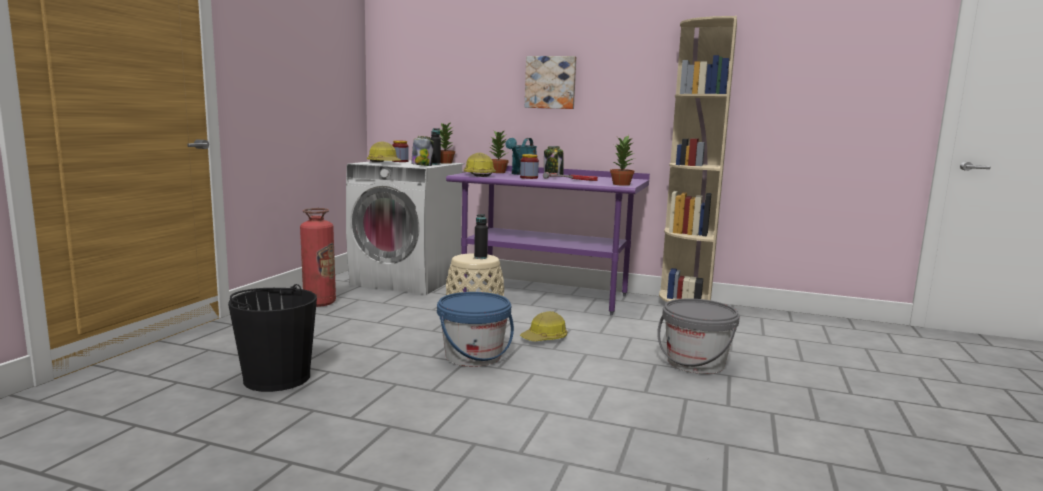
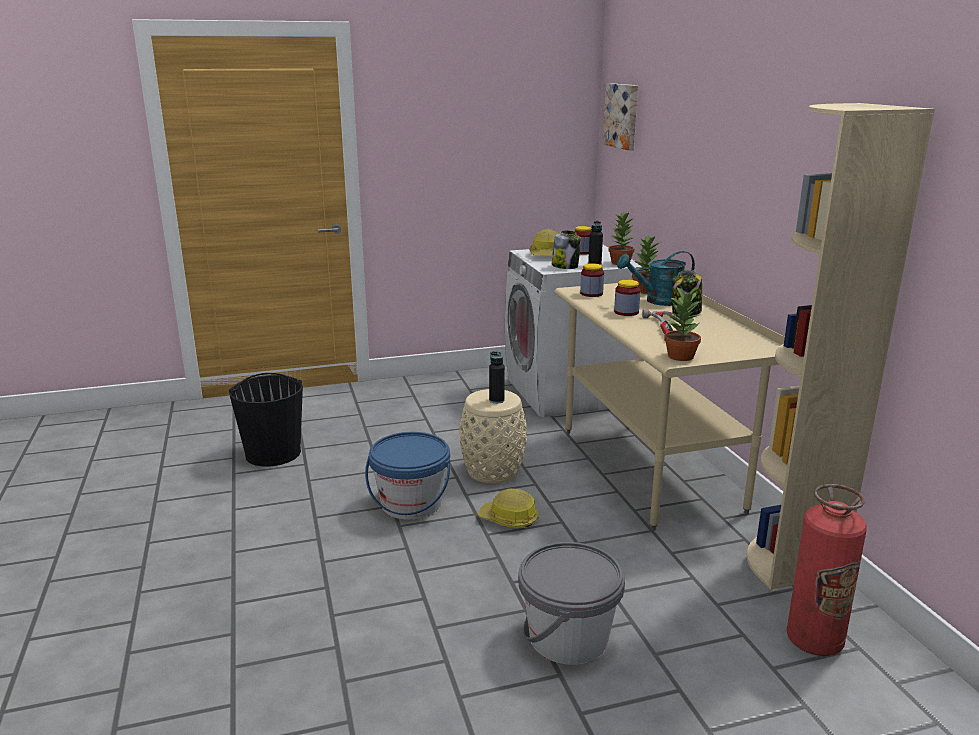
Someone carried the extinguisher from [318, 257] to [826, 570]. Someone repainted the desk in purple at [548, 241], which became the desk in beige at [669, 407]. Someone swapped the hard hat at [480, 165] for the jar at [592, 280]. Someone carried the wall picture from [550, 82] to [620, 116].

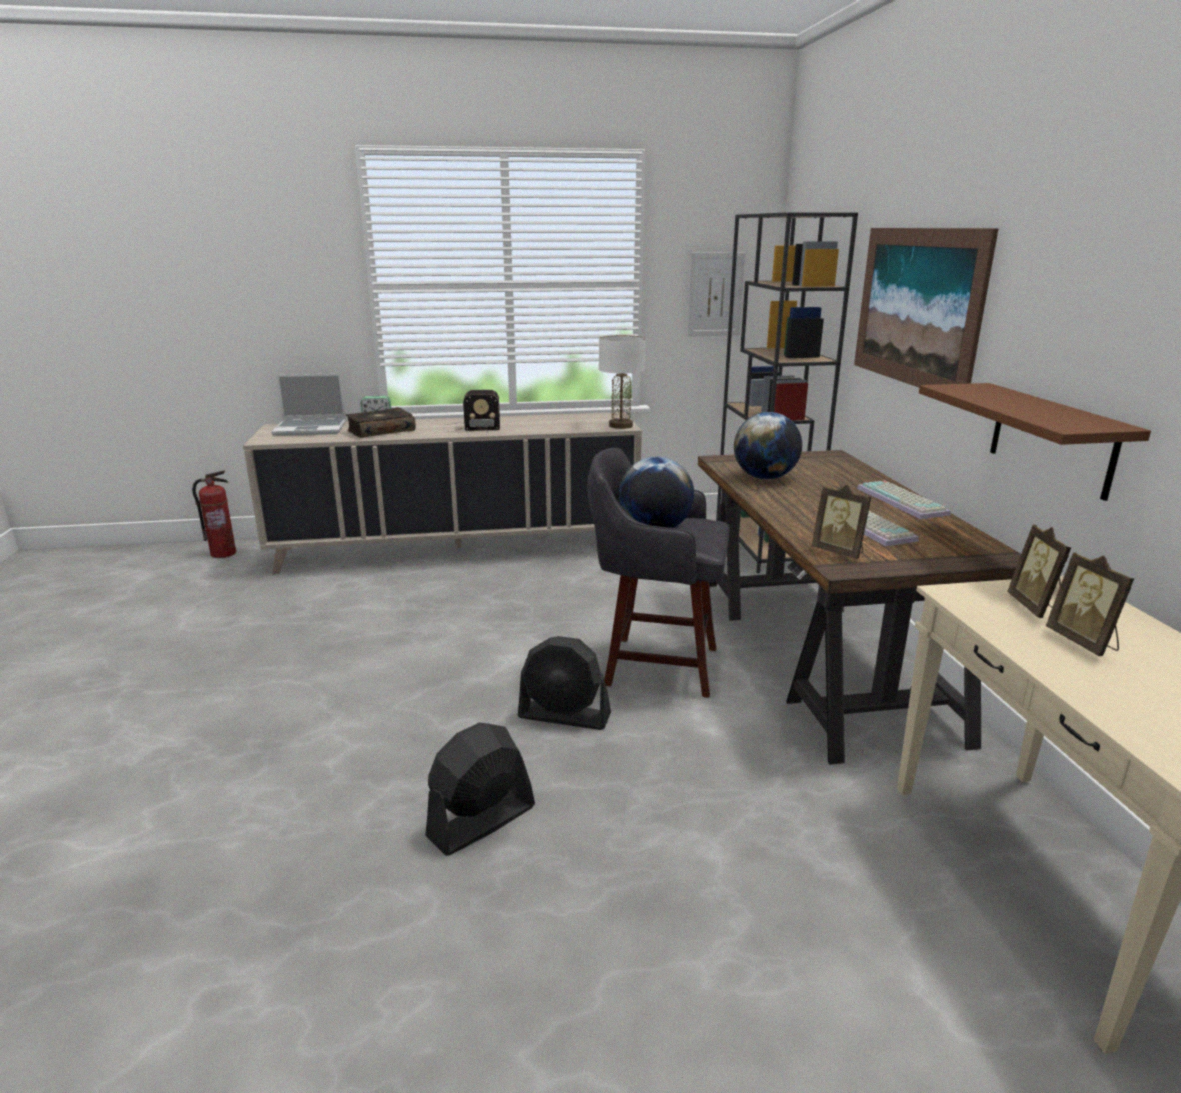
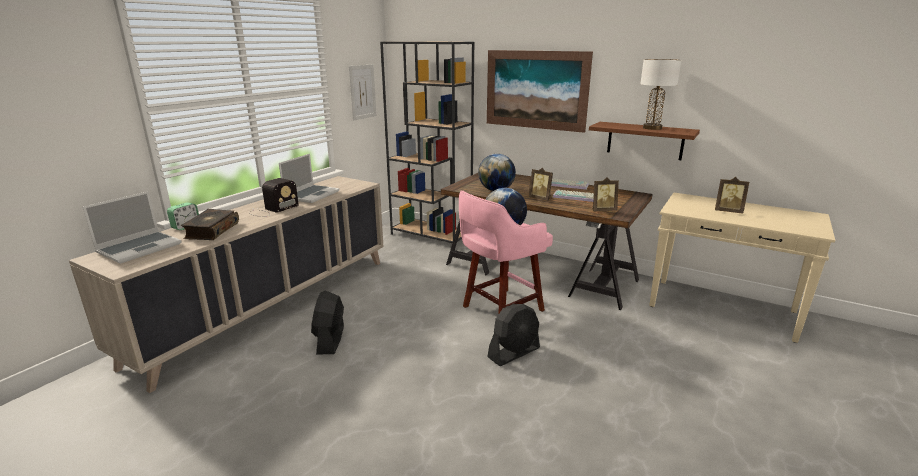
Someone took away the extinguisher at [214, 514]. Someone carried the cooling fan in black from [480, 789] to [327, 322]. Someone repainted the stool in gray at [658, 573], which became the stool in pinkish at [506, 253]. Someone carried the lamp for a table from [622, 382] to [660, 94]. Someone carried the picture frame from [1039, 571] to [540, 184]. Someone put down the notebook computer at [309, 178].

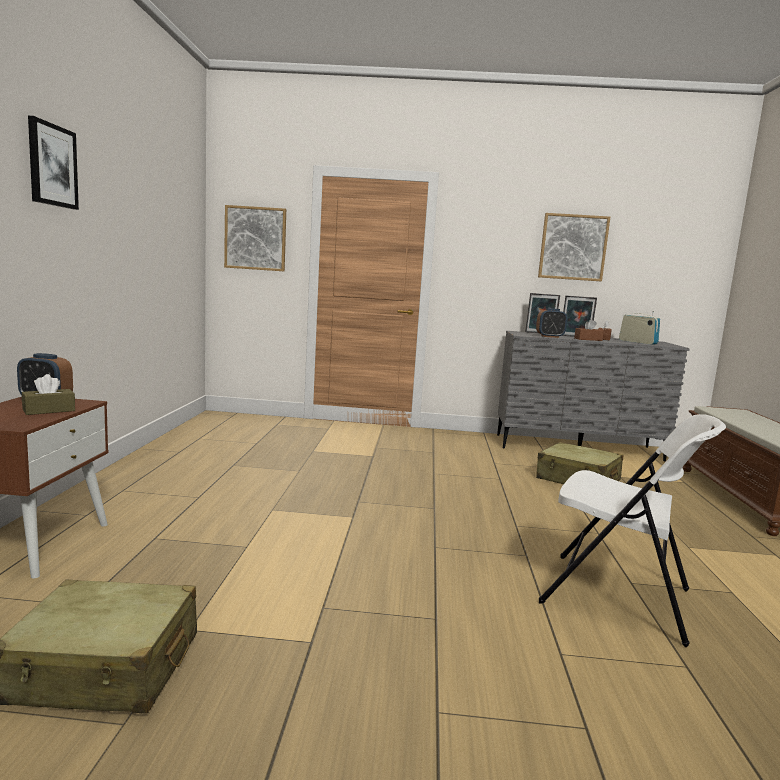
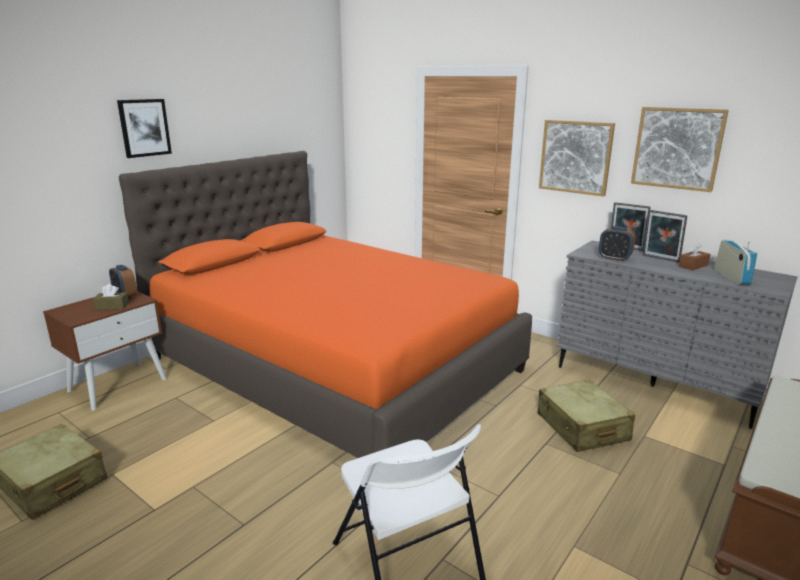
Someone carried the wall picture from [255, 238] to [577, 158]. Someone took away the tissue holder in brownish at [589, 330]. Someone put down the bedroom bed in orange-coloured at [325, 304].

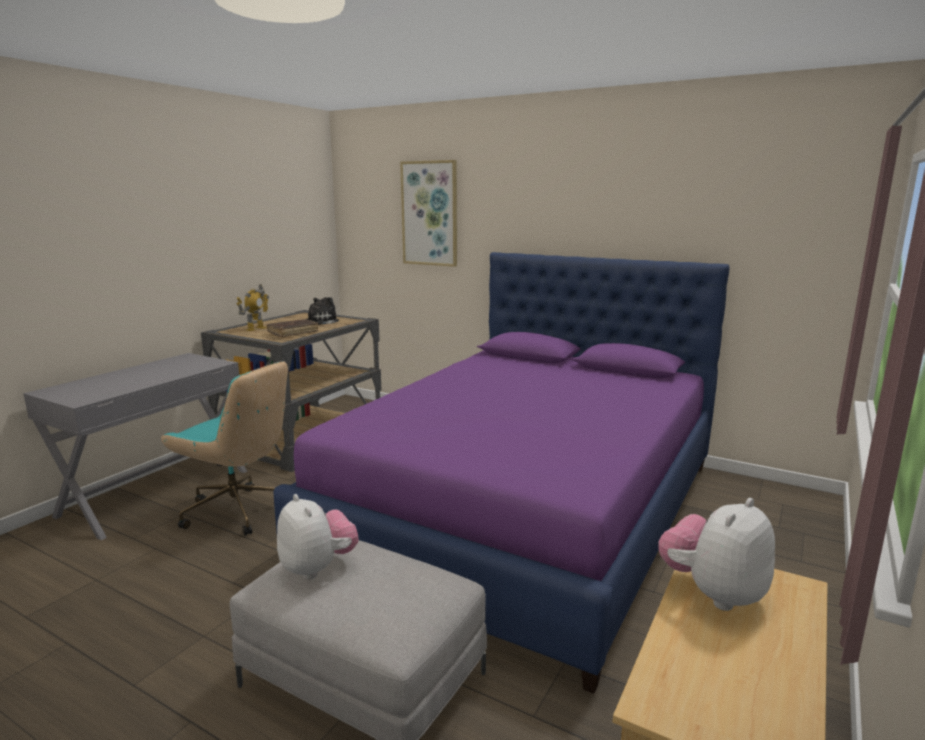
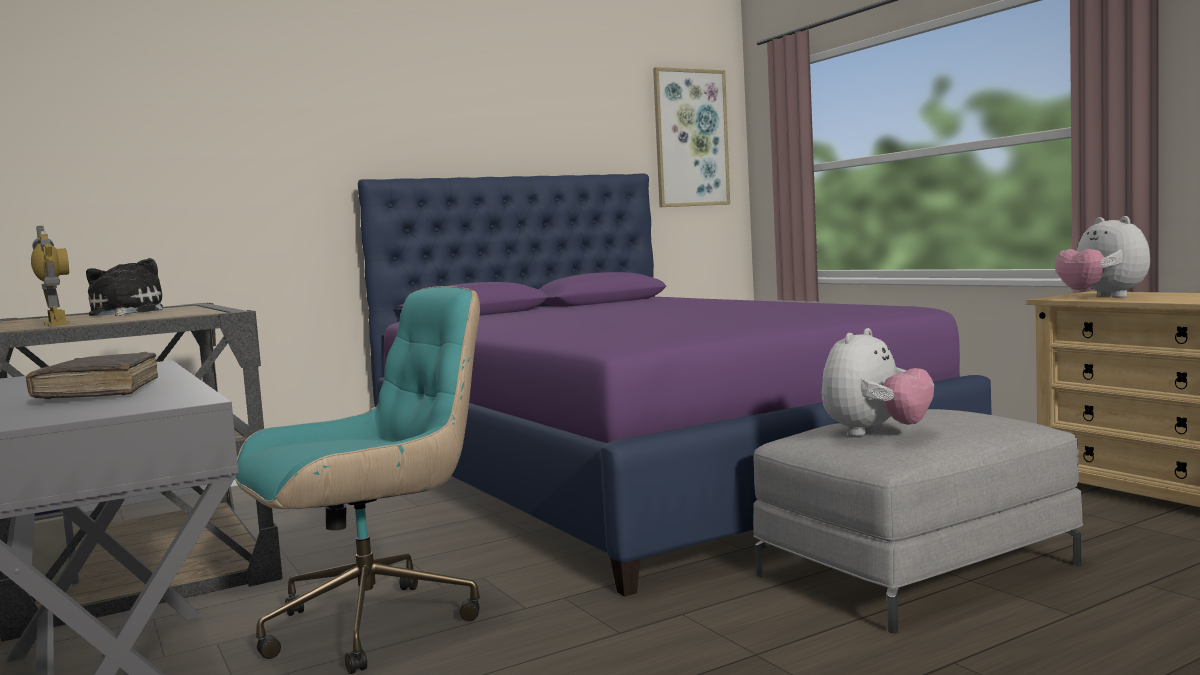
Someone carried the volume in brownish from [292, 328] to [92, 375]. Someone rotated the plush toy at [318, 537] by 135 degrees clockwise. Someone carried the wall picture from [428, 213] to [691, 137].

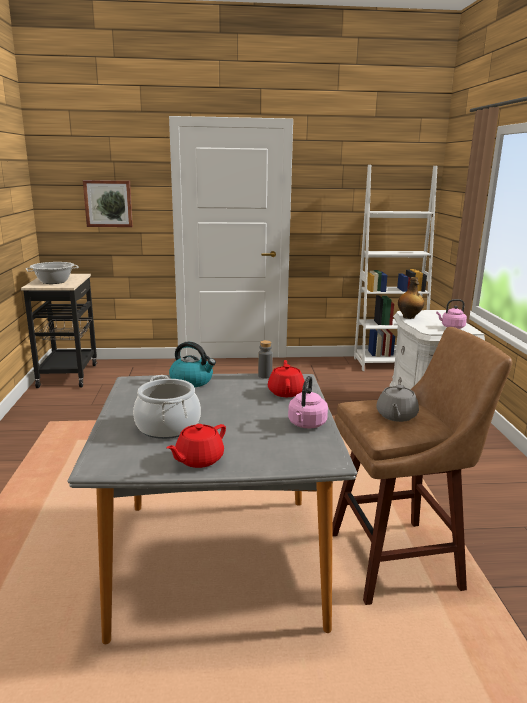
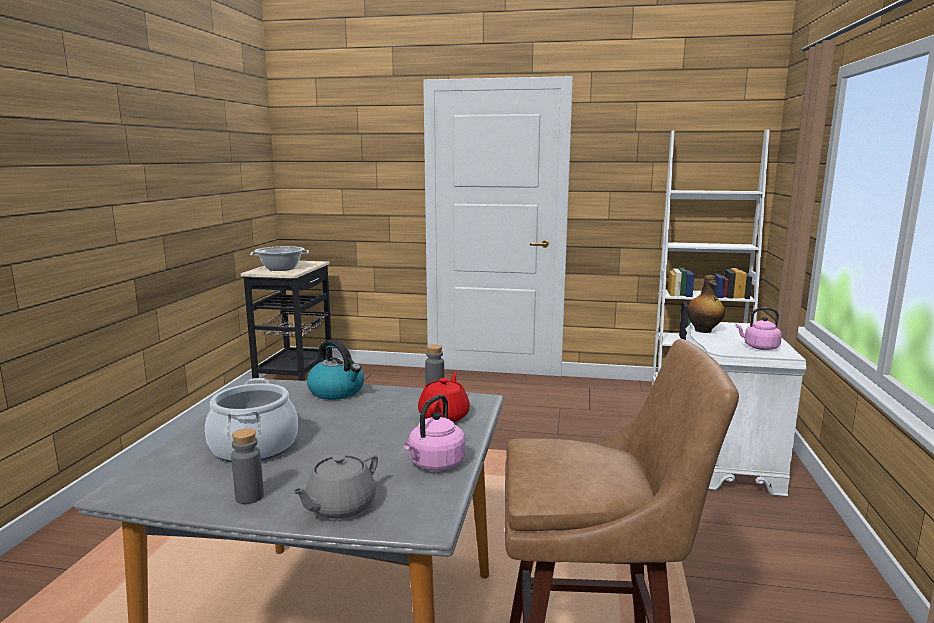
Someone took away the wall picture at [108, 203]. Someone swapped the teapot in reddish at [196, 446] for the beverage bottle in gray at [247, 466]. Someone carried the teapot in gray from [397, 403] to [334, 486].

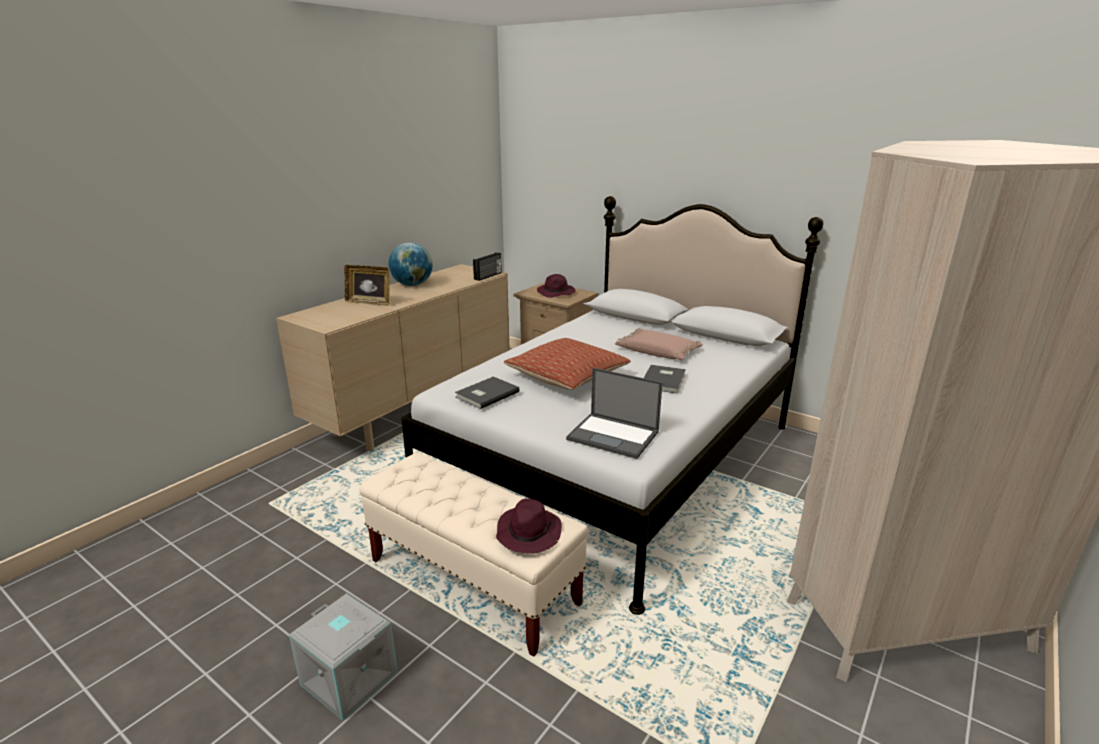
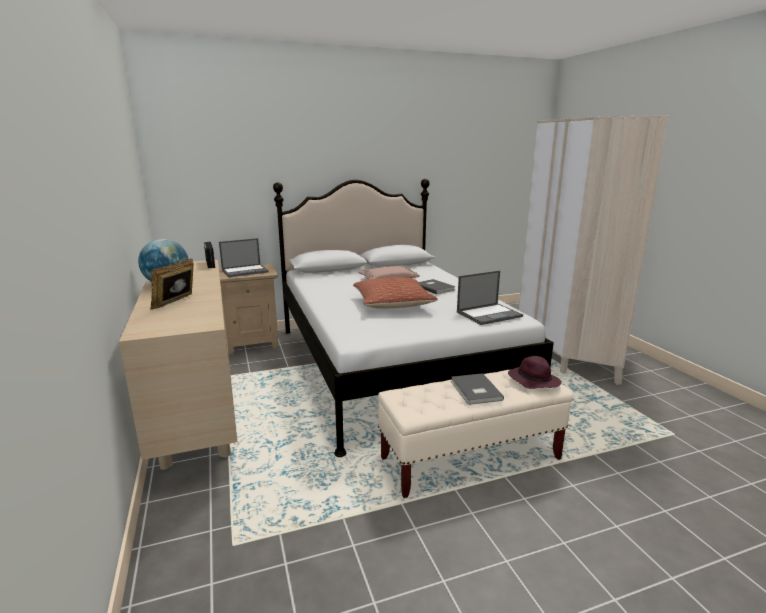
Someone took away the storage box in gray at [343, 657]. Someone rotated the picture frame at [367, 285] by 150 degrees clockwise. Someone carried the volume in gray from [487, 392] to [477, 389]. Someone swapped the clothing hat in purple at [556, 286] for the notebook computer at [244, 257].

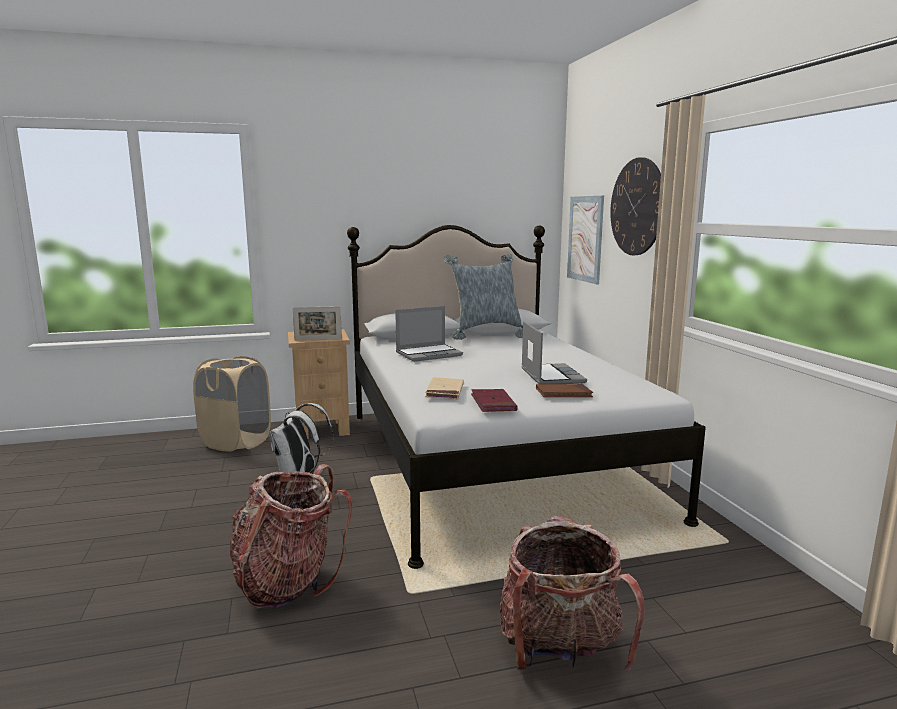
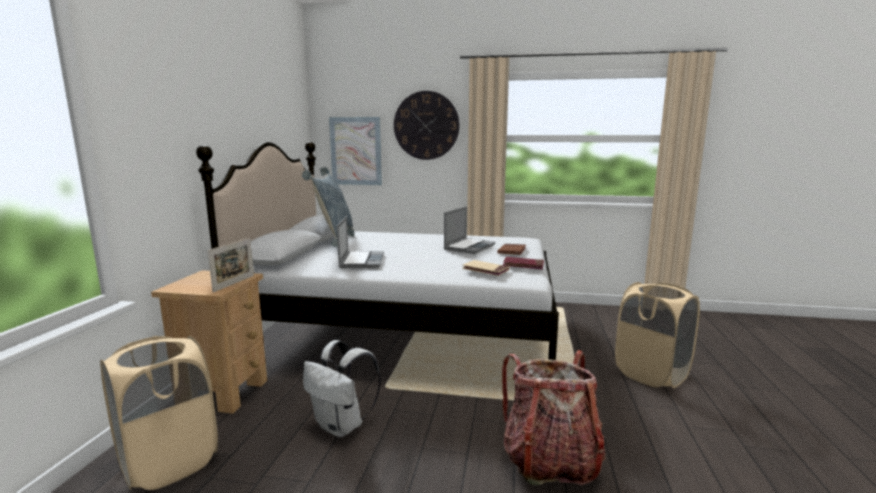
Someone swapped the rucksack at [572, 592] for the washing basket in beige at [657, 335]. Someone rotated the notebook computer at [554, 352] by 105 degrees clockwise.

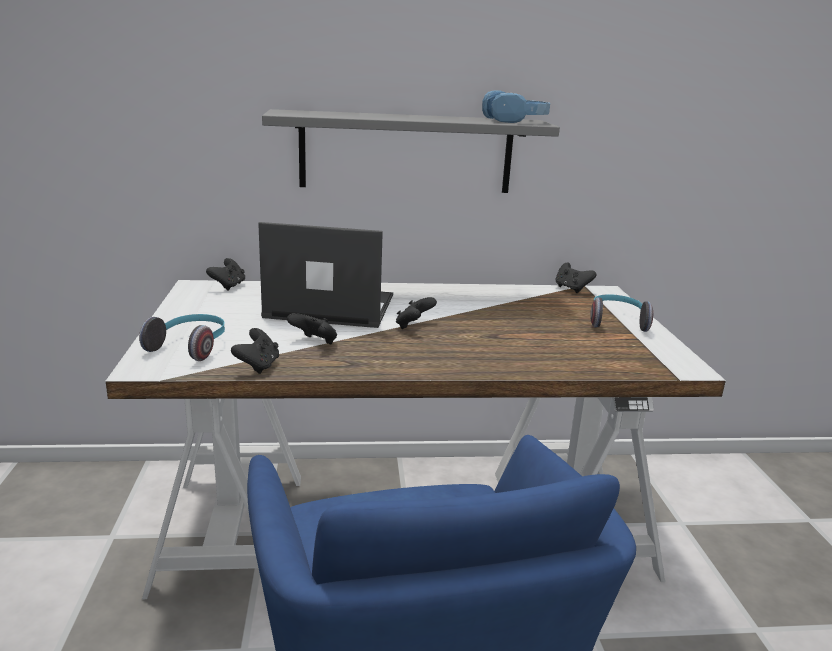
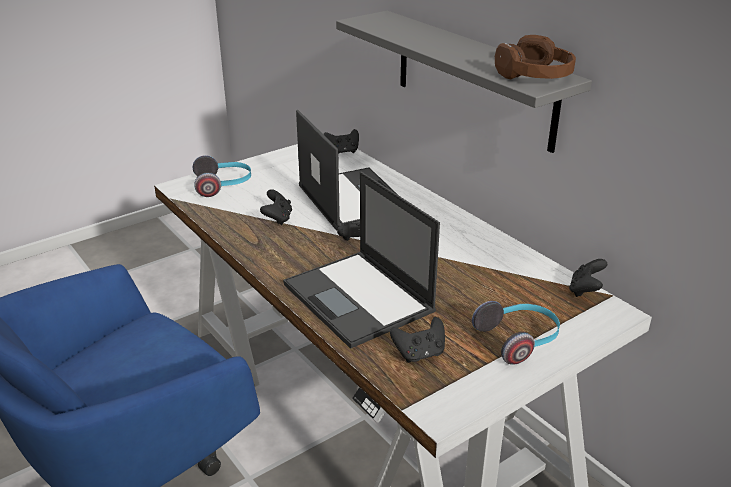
Someone carried the joypad in black from [255, 351] to [417, 340]. Someone repainted the pair of headphones in blue-coloured at [516, 106], which became the pair of headphones in brownish at [535, 57]. Someone put down the notebook computer at [361, 260].

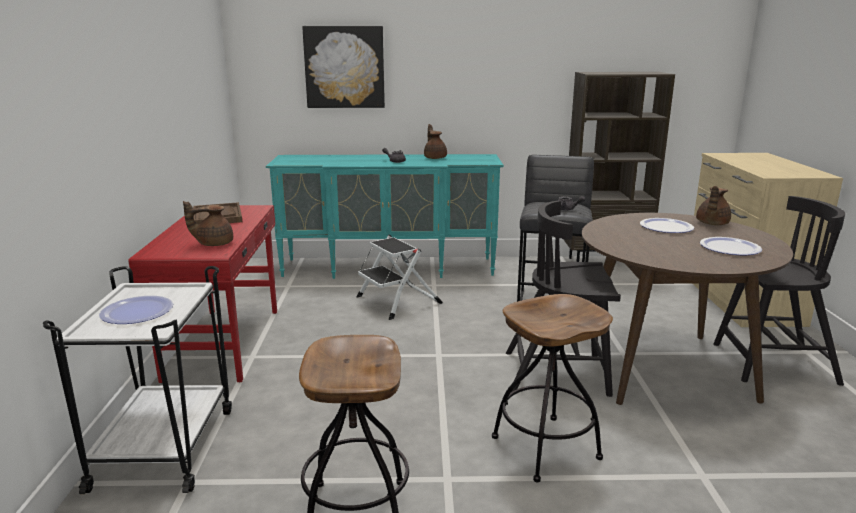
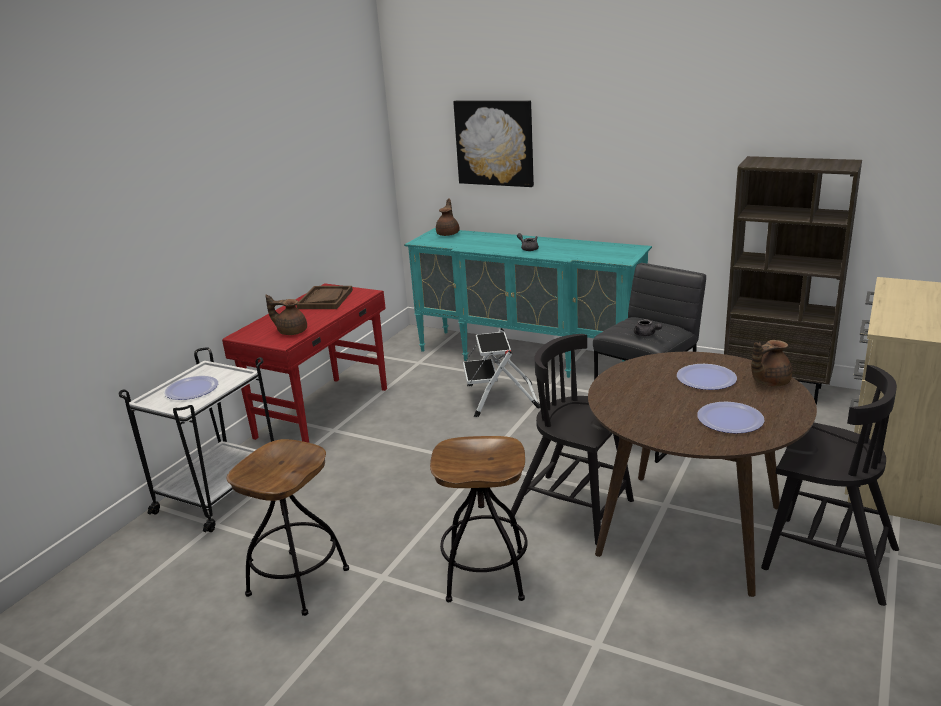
Someone carried the teapot in brownish from [435, 141] to [448, 217].

